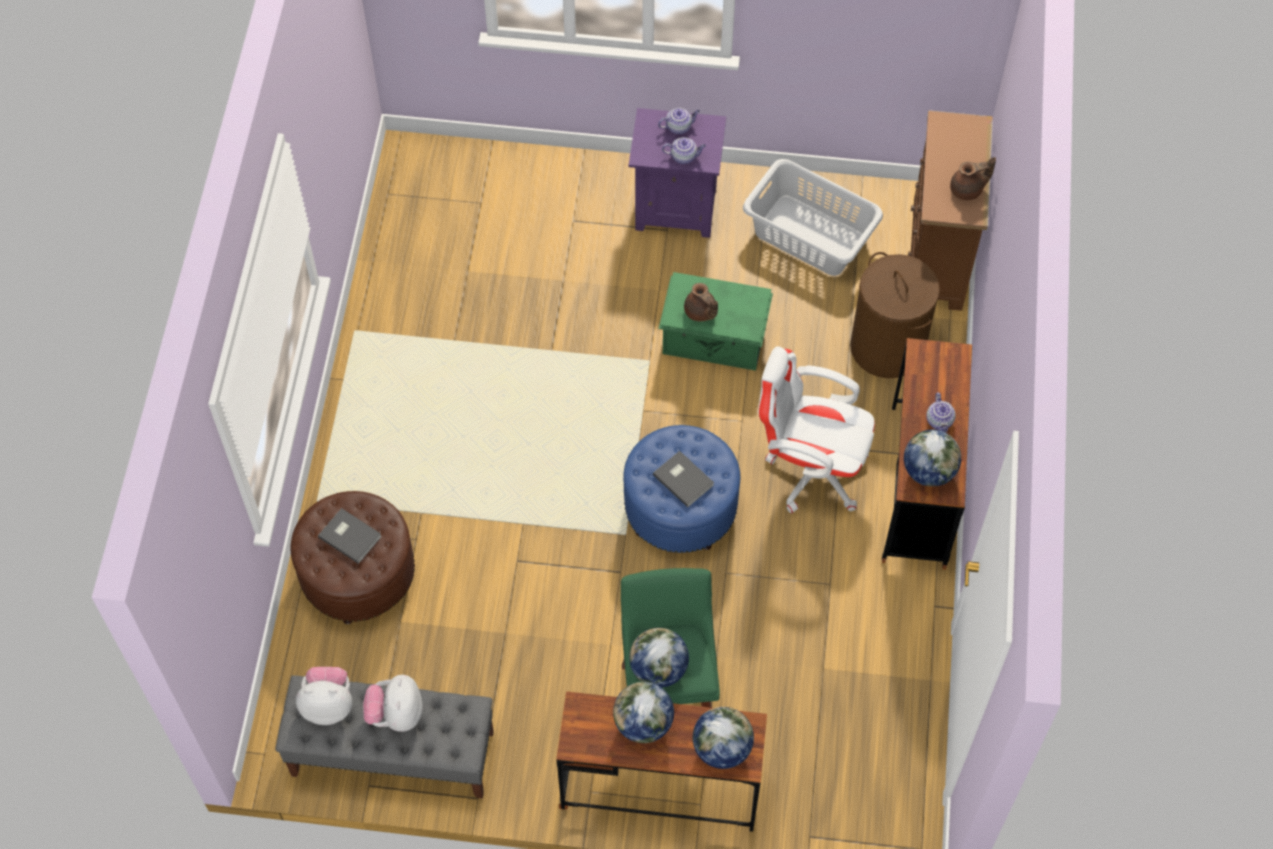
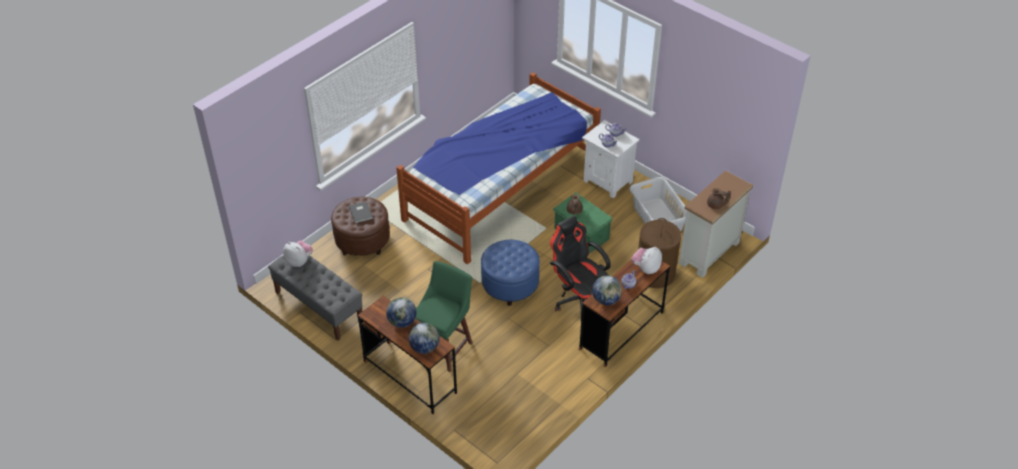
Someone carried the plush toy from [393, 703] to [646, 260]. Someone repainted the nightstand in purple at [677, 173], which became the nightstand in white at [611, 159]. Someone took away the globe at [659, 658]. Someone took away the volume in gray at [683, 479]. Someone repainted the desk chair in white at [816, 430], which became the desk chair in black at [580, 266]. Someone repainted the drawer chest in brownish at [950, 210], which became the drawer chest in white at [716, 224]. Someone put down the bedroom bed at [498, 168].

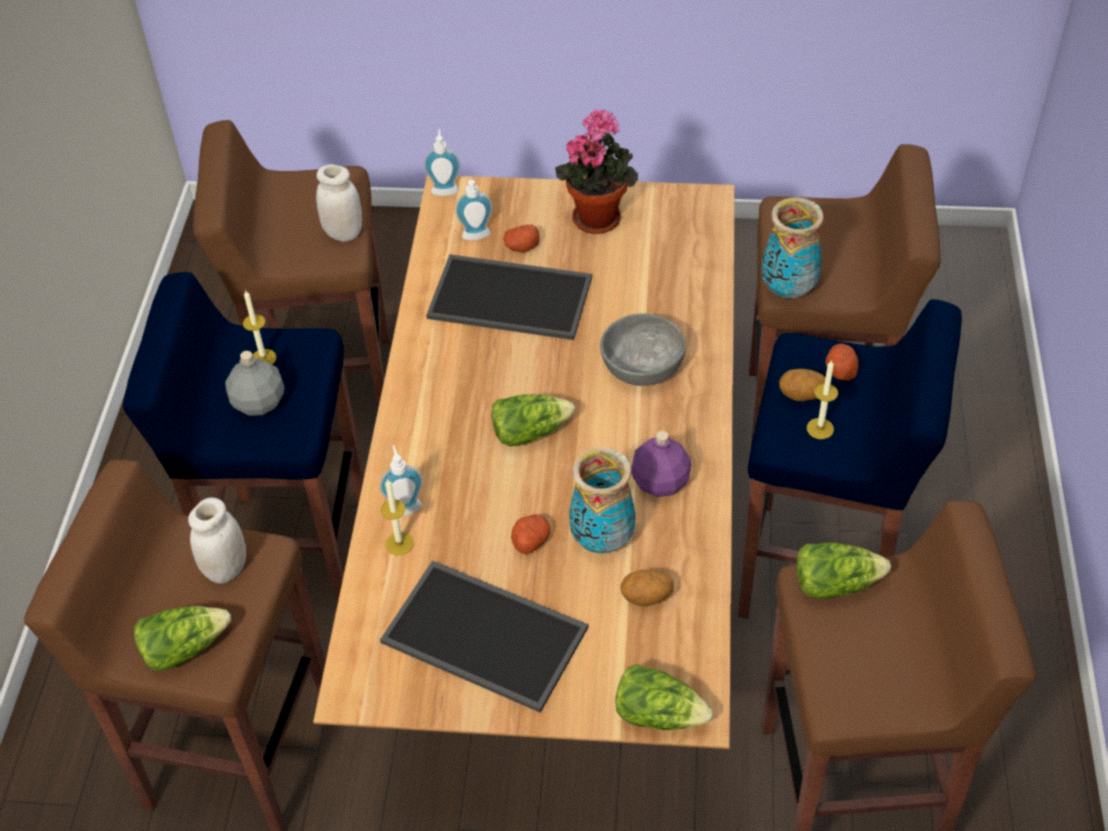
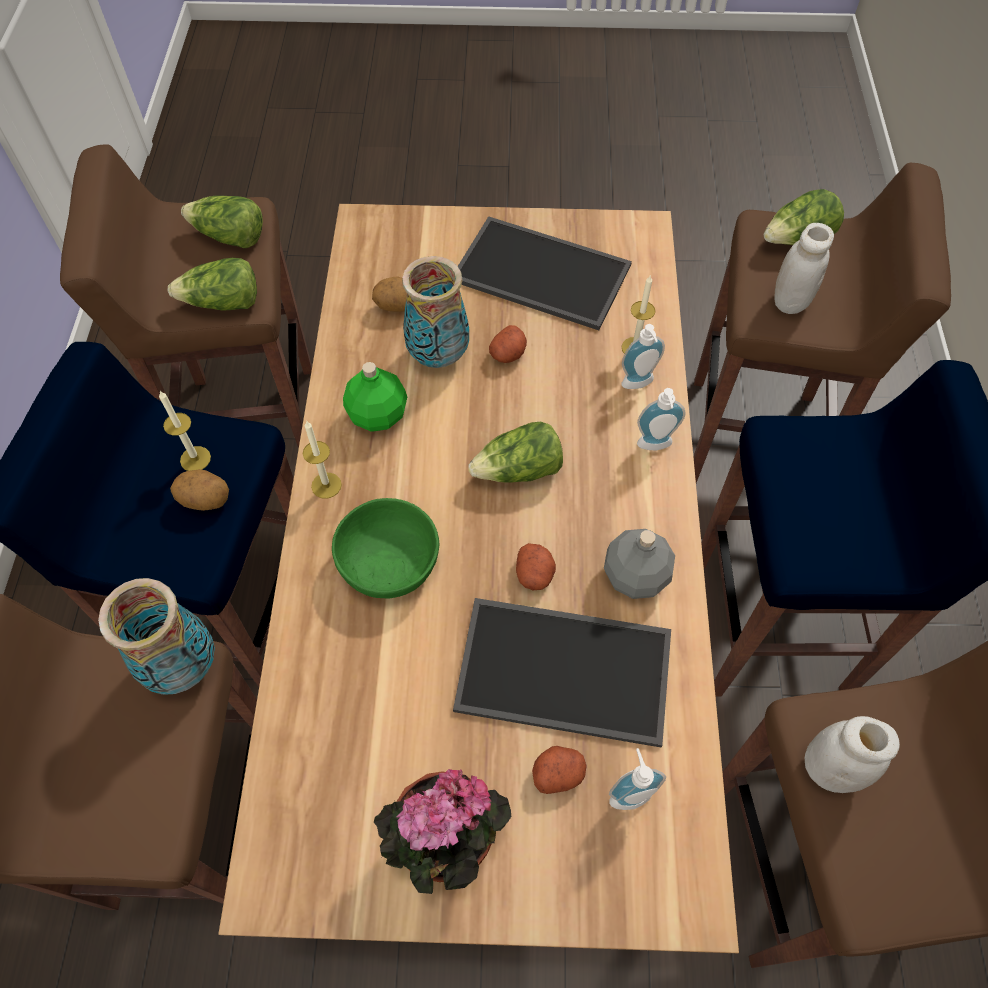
Someone carried the beverage bottle in gray from [255, 383] to [639, 564]. Someone carried the wax light from [260, 327] to [322, 460]. Someone carried the soap bottle from [442, 162] to [661, 419]. Someone repainted the deep dish in gray at [643, 349], which became the deep dish in greenish at [385, 548]. Someone carried the lettuce head from [664, 697] to [222, 221]. Someone repainted the beverage bottle in purple at [661, 464], which became the beverage bottle in greenish at [375, 397]. Someone carried the potato from [842, 362] to [536, 566].

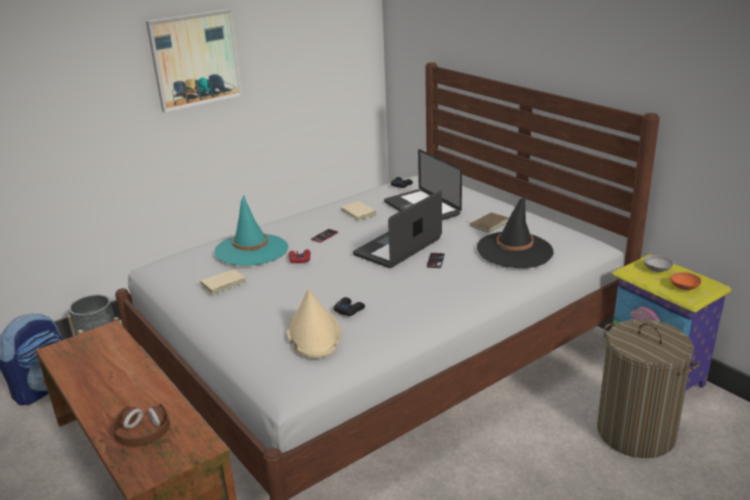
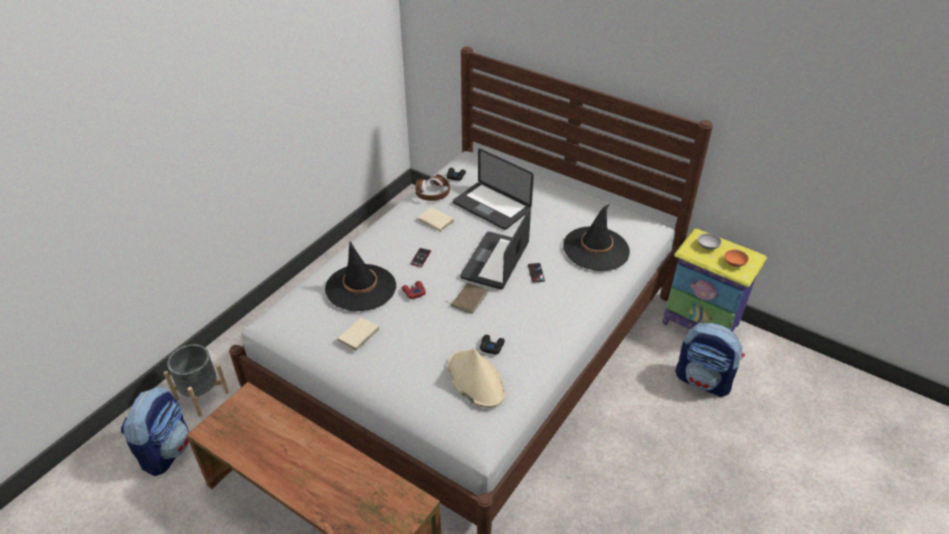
Someone carried the pair of headphones in brownish from [141, 424] to [433, 187]. Someone took away the wall picture at [194, 60]. Someone repainted the clothing hat in turquoise-coloured at [251, 230], which became the clothing hat in black at [360, 276]. Someone carried the volume in brownish from [488, 222] to [466, 298]. Someone swapped the washing basket at [648, 388] for the rucksack at [710, 360].

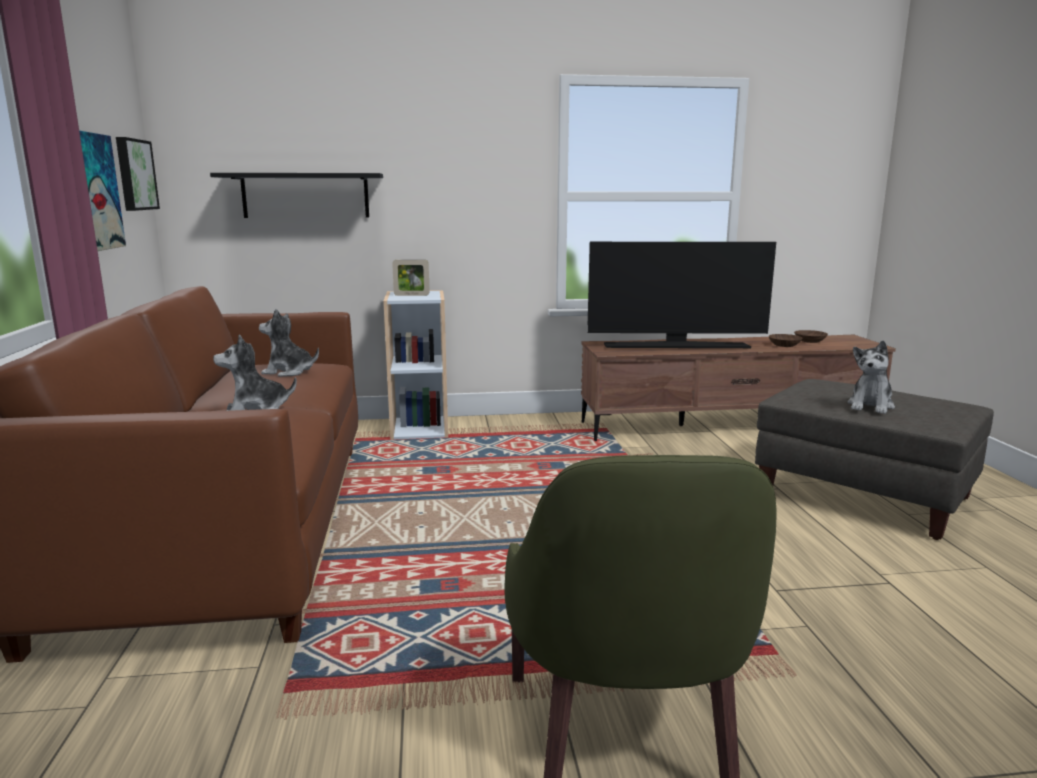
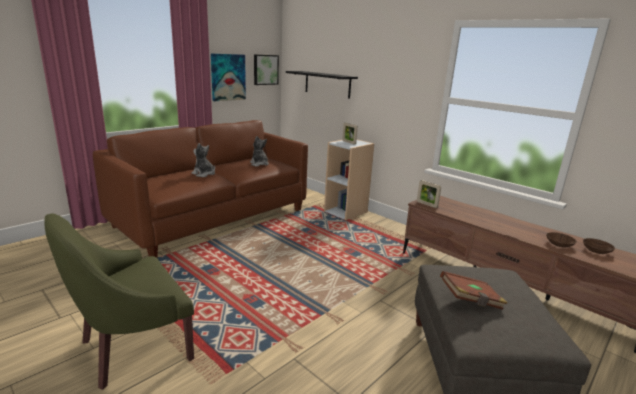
Someone took away the television at [681, 295]. Someone swapped the plush toy at [871, 377] for the volume in brownish at [474, 290]. Someone put down the picture frame at [429, 194].

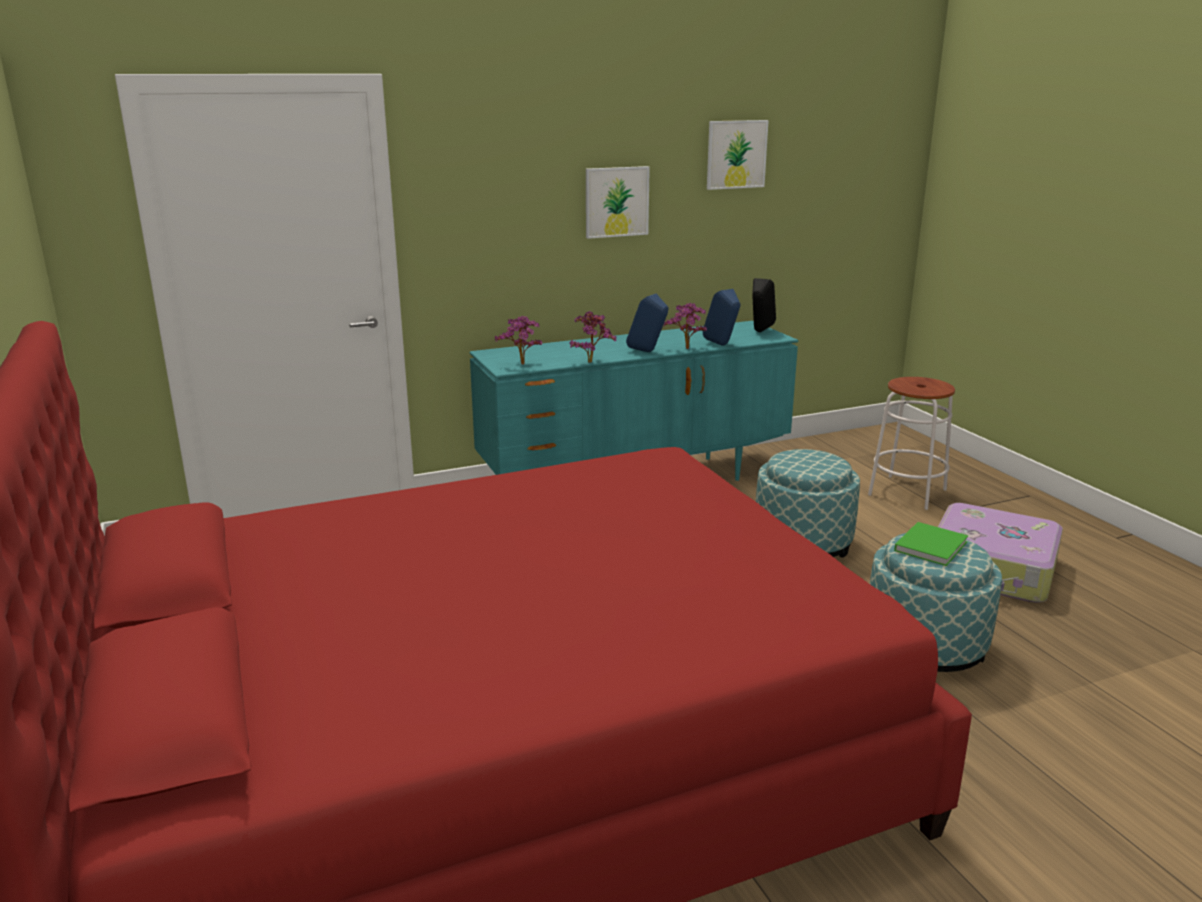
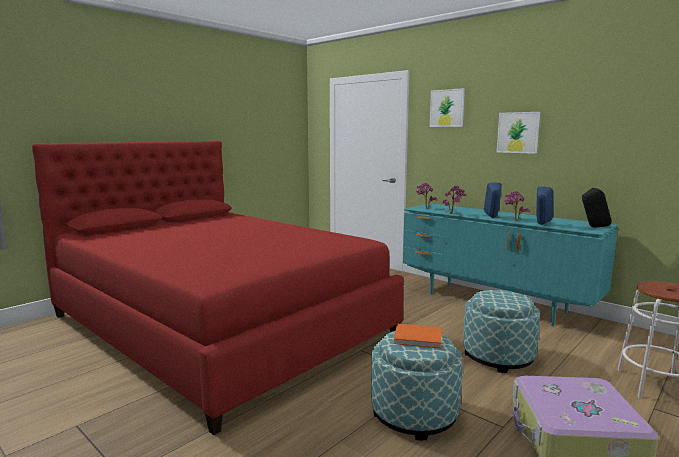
Someone carried the wall picture from [738, 155] to [447, 107]. Someone repainted the volume in greenish at [931, 544], which became the volume in orange-coloured at [418, 335].

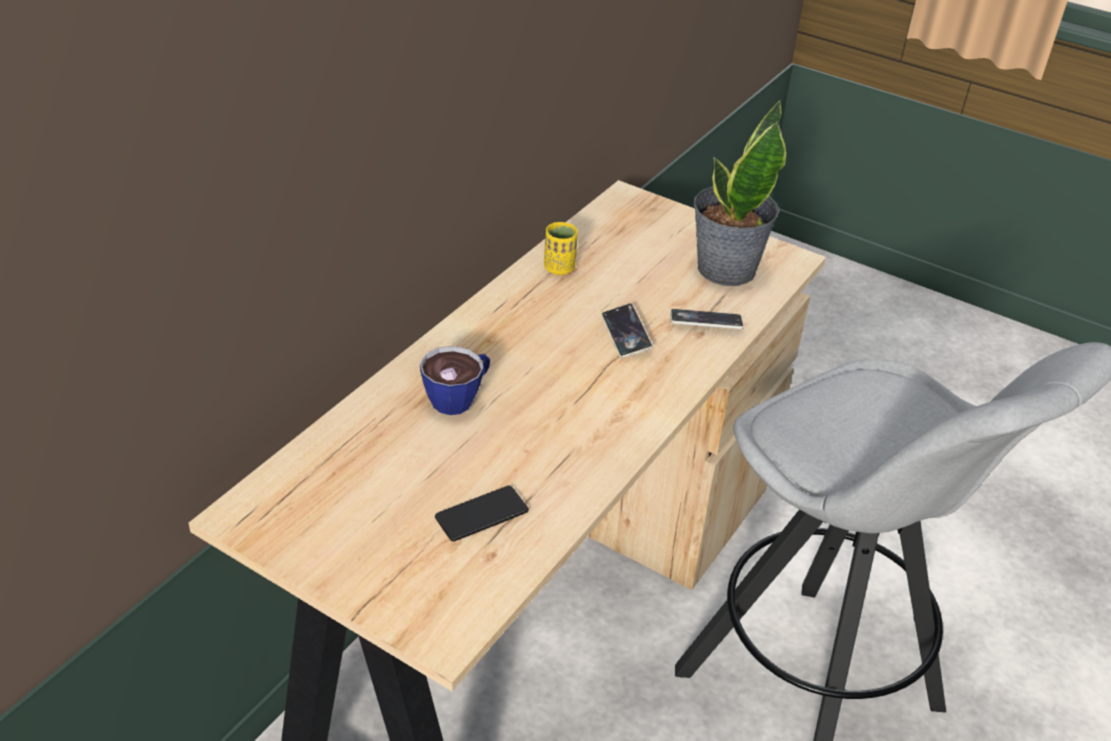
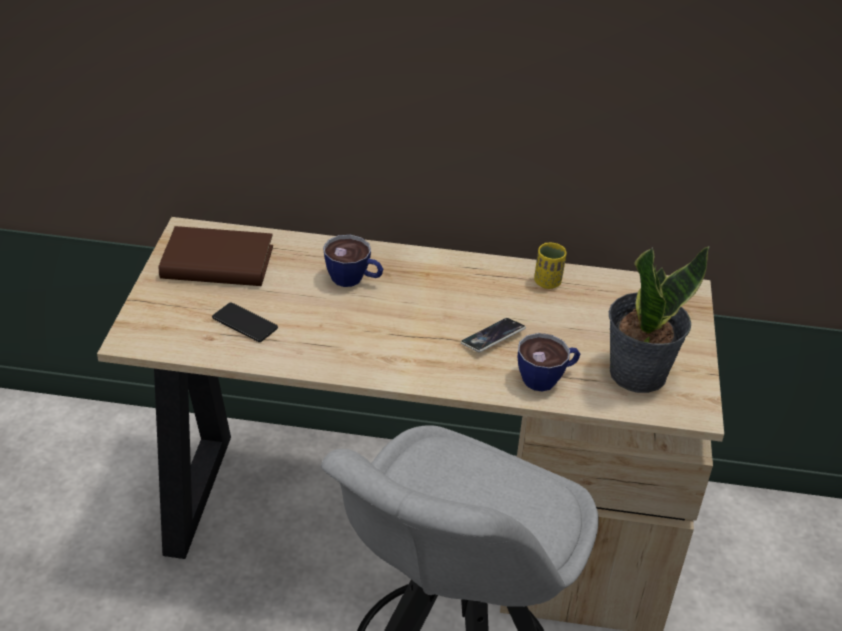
Someone swapped the telephone at [707, 319] for the cup at [549, 362]. Someone put down the volume in brownish at [216, 256].

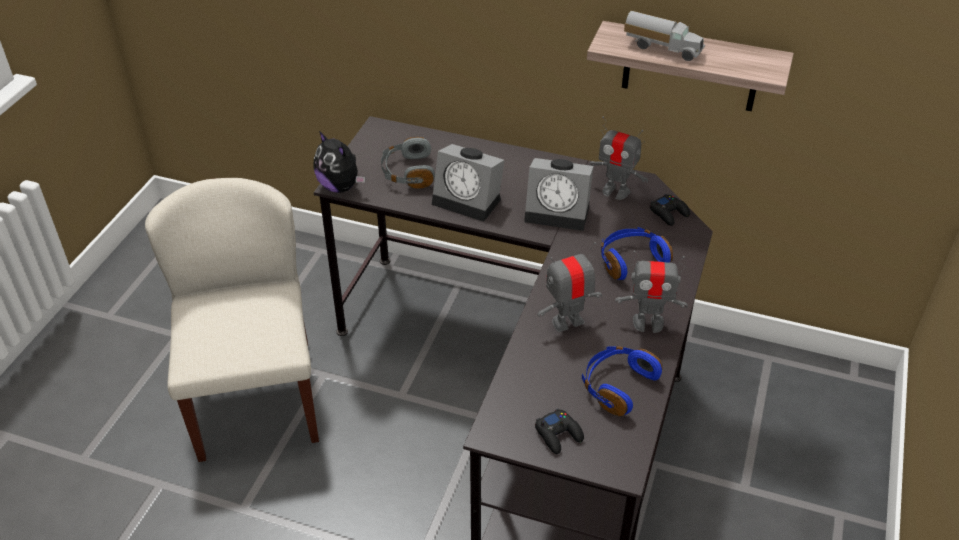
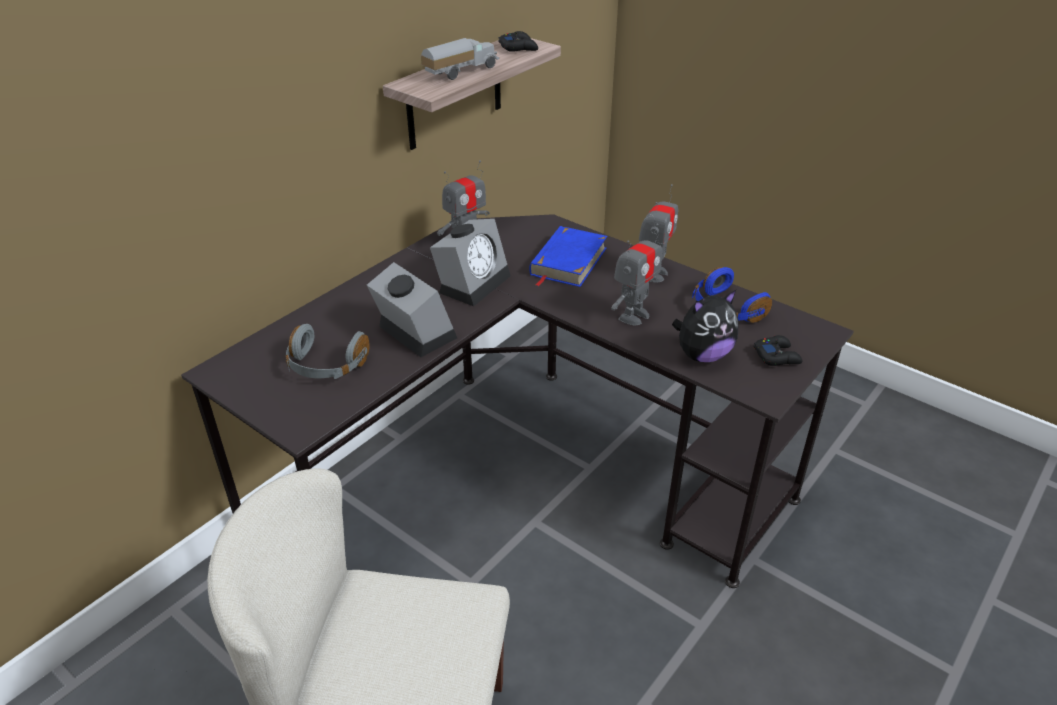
Someone carried the plush toy from [339, 162] to [705, 326]. Someone rotated the bedside clock at [468, 183] by 90 degrees counterclockwise. Someone rotated the toy robot at [569, 287] by 135 degrees counterclockwise. Someone swapped the pair of headphones in blue-coloured at [637, 253] for the volume in blue-coloured at [568, 256]. Someone carried the joypad in black from [670, 210] to [518, 41].

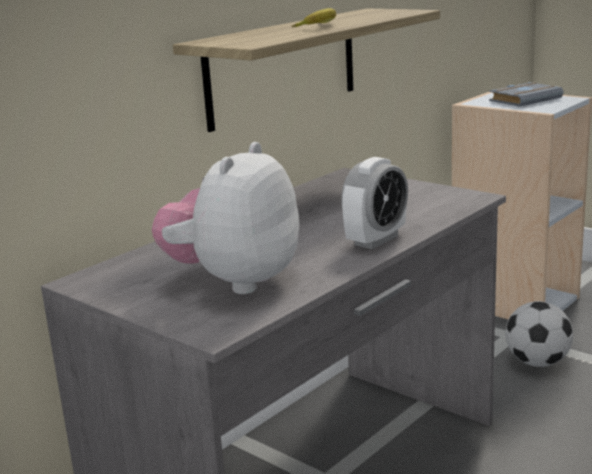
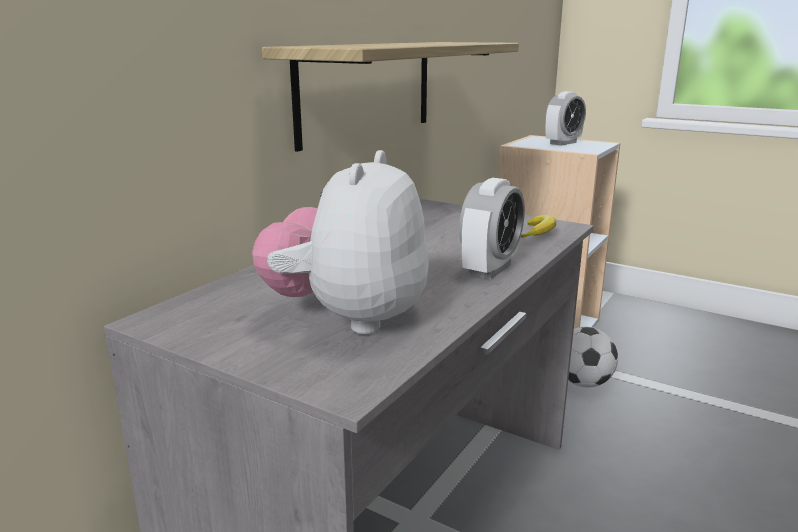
Someone carried the banana fruit from [314, 17] to [538, 226]. Someone swapped the volume in gray at [526, 94] for the bedside clock at [565, 118].

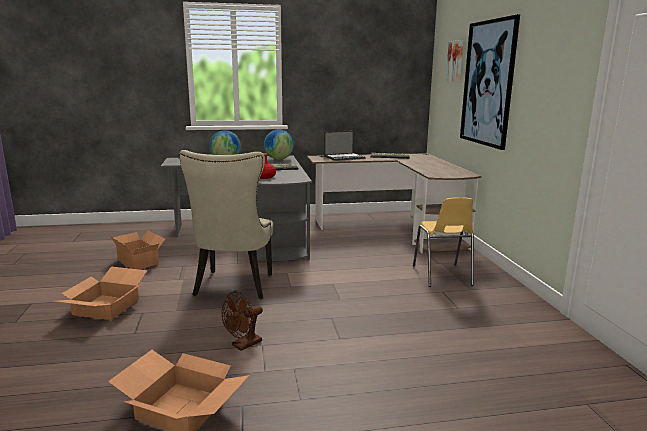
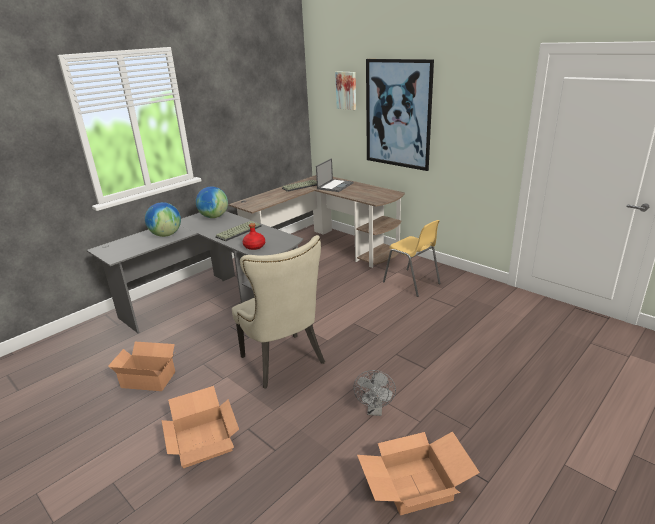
Someone repainted the cooling fan in brownish at [242, 321], which became the cooling fan in gray at [374, 393]. Someone carried the notebook computer from [345, 145] to [335, 175].

